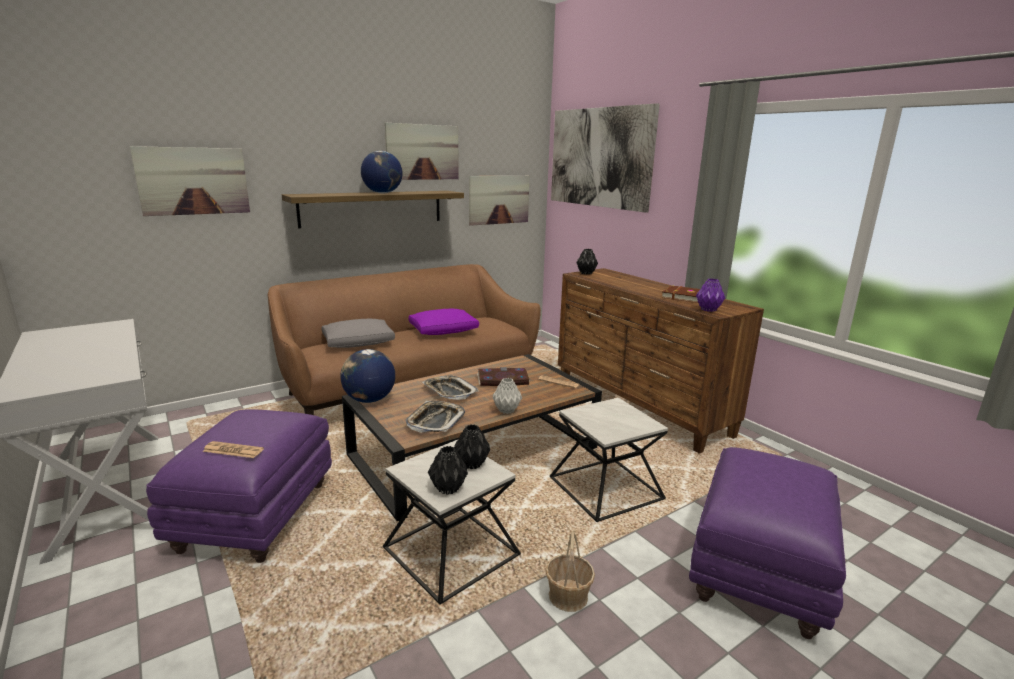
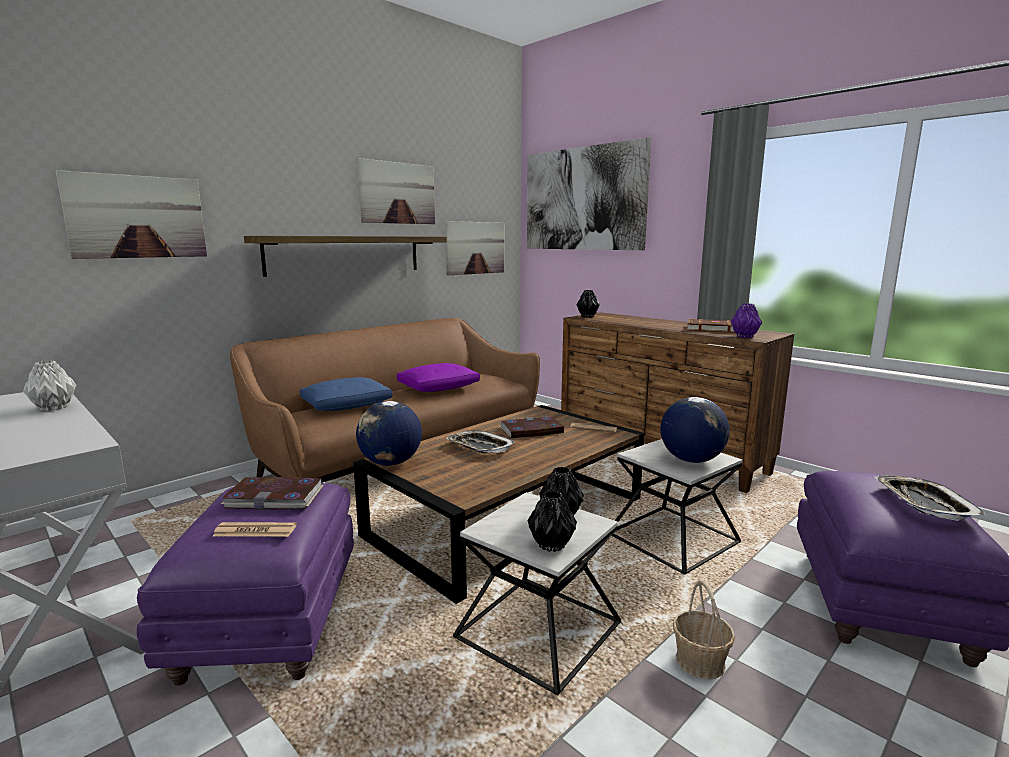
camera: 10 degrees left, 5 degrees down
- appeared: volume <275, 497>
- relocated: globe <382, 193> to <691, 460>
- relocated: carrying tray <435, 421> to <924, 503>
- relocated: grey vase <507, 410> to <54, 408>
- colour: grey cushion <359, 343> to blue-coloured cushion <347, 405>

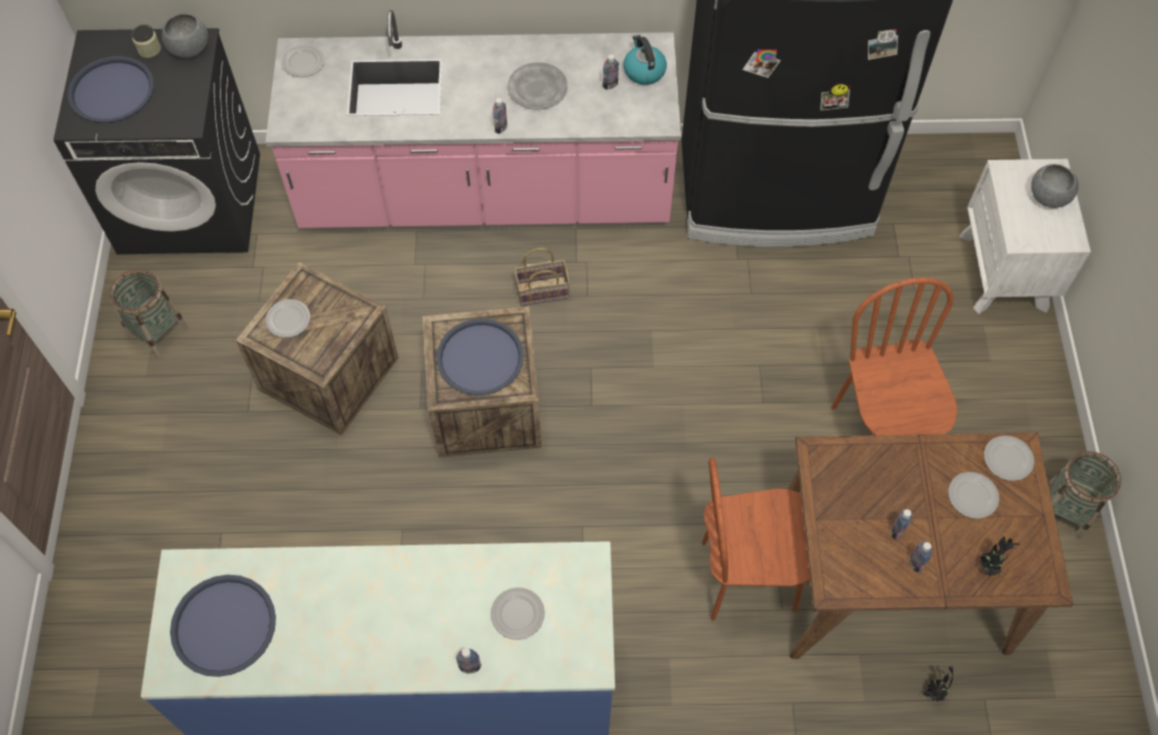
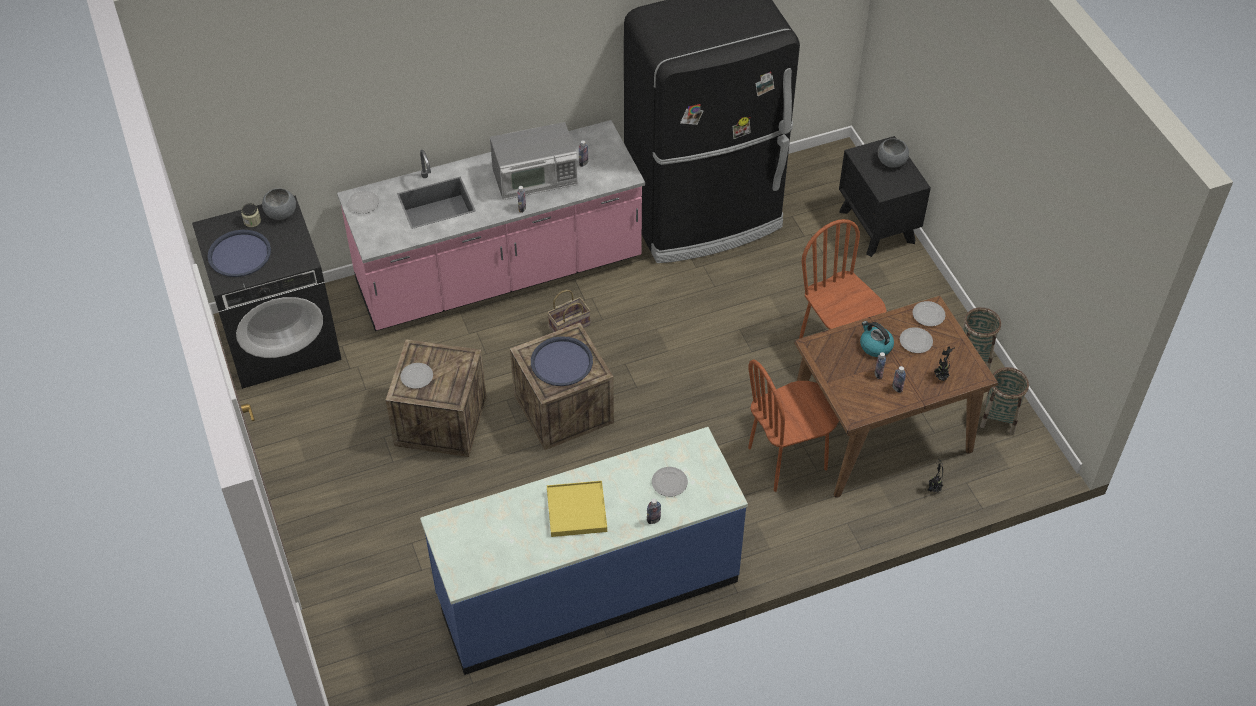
camera: 20 degrees left, 10 degrees down
- missing: blue-coloured carrying tray <223, 625>
- appeared: yellow-coloured carrying tray <576, 510>
- relocated: storage basket <157, 331> to <999, 418>
- relocated: kettle <643, 71> to <875, 346>
- exchanged: grey flat dish <538, 88> to microwave oven <535, 178>
- colour: white bedside table <1004, 272> to black bedside table <877, 226>

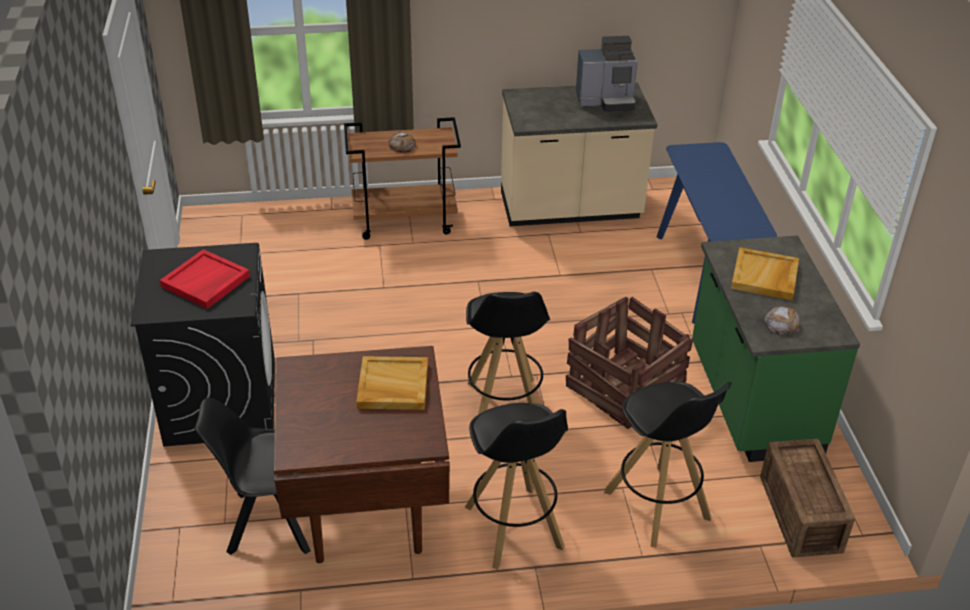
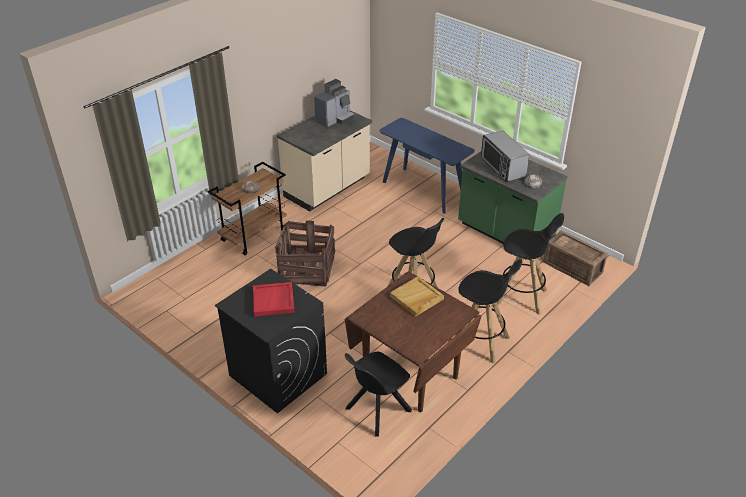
camera: 40 degrees left, 0 degrees up
- relocated: packing crate <625, 387> to <307, 269>
- exchanged: beige-coloured carrying tray <765, 277> to microwave oven <502, 167>

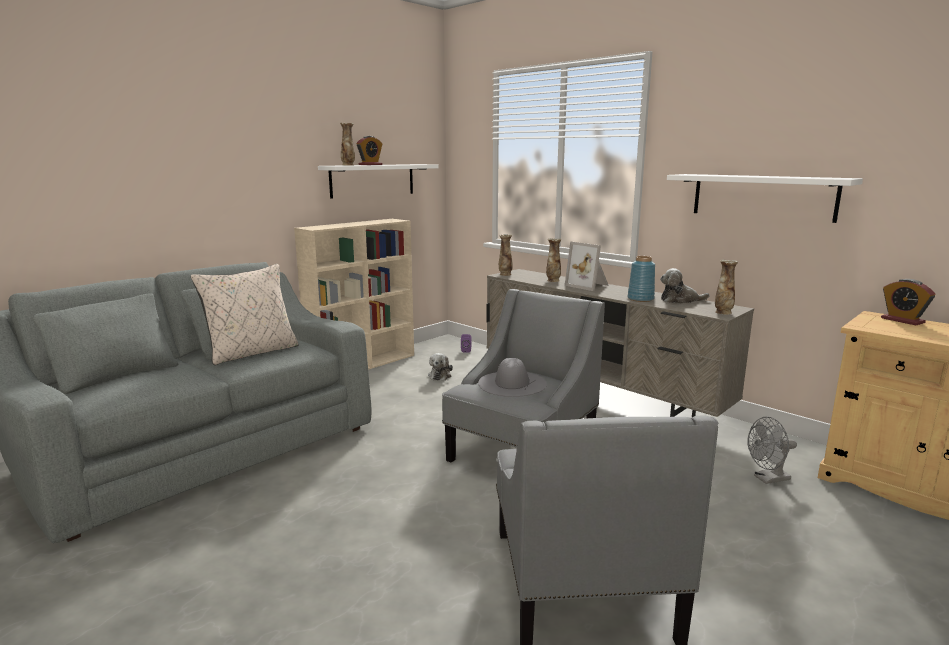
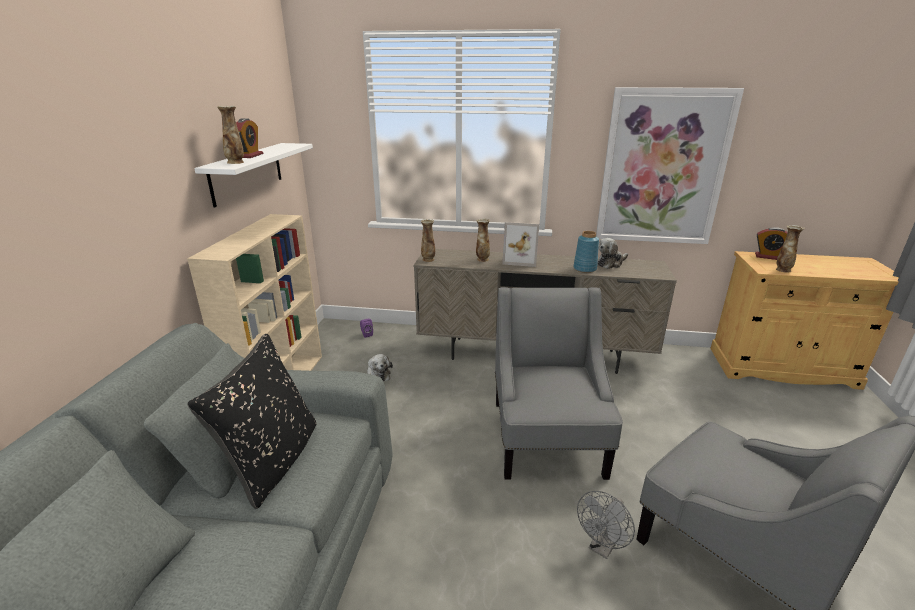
camera: 35 degrees left, 10 degrees up
- missing: grey wearable hat <512, 383>
- relocated: vase <723, 312> to <782, 270>
- relocated: grey electric fan <767, 479> to <602, 547>
- exchanged: white bracket shelf <762, 196> to wall picture <662, 168>
- colour: beige-coloured cushion <252, 352> to black cushion <274, 461>

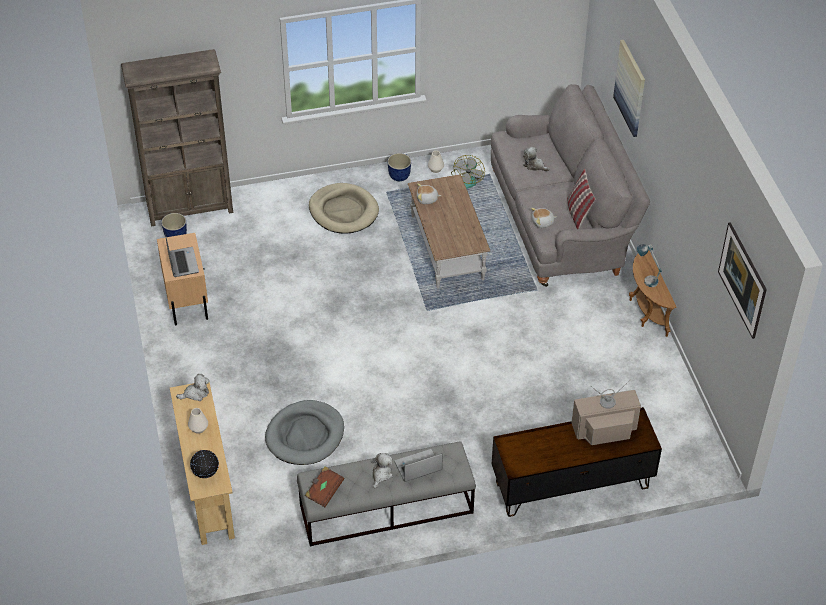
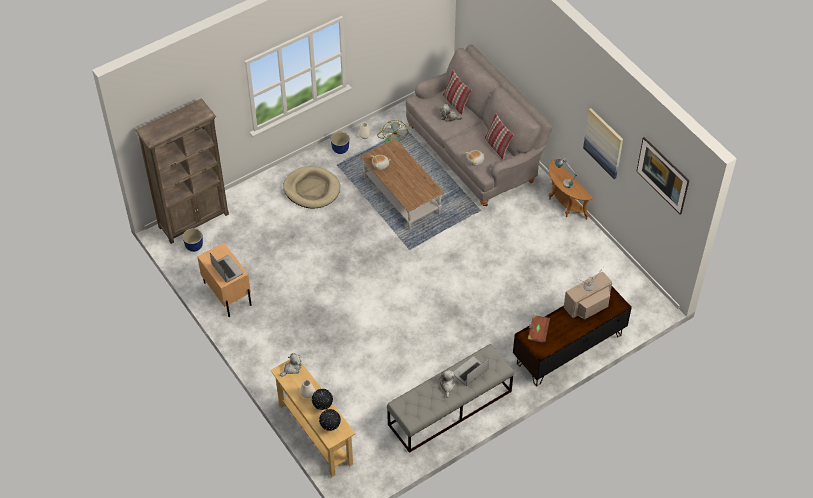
camera: 20 degrees left, 5 degrees up
- missing: grey dog cushion <305, 435>
- appeared: globe <322, 406>
- appeared: cushion <455, 103>
- relocated: brownish volume <324, 491> to <537, 332>
- relocated: wall picture <630, 88> to <604, 143>

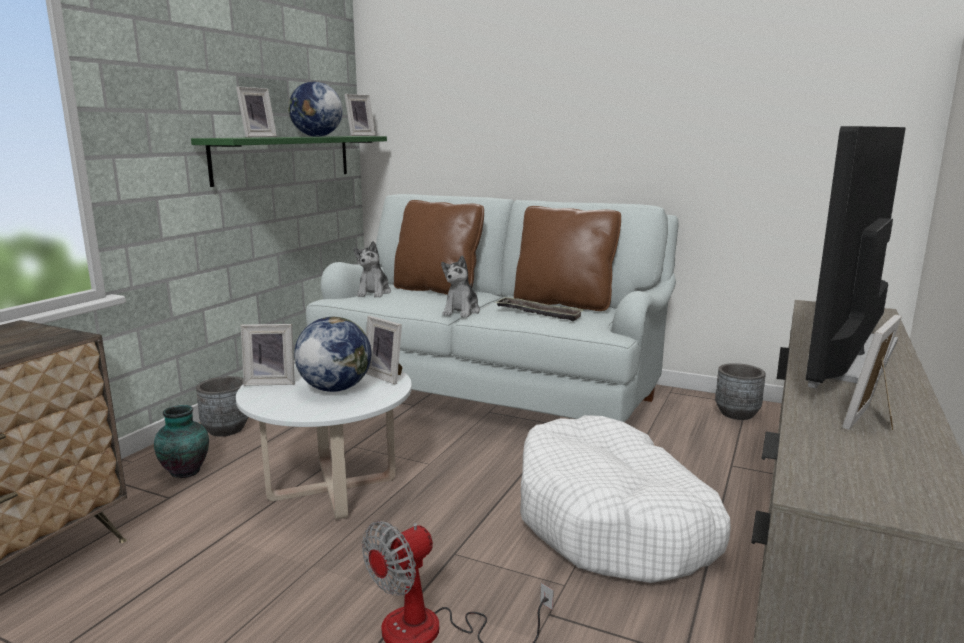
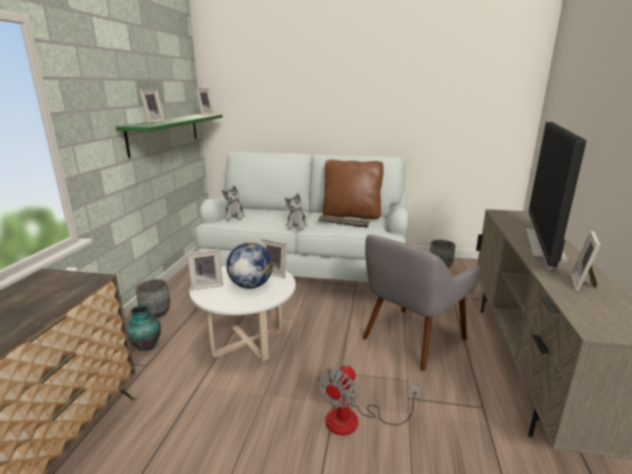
camera: 15 degrees left, 5 degrees up
- missing: globe <316, 136>
- missing: brownish cushion <438, 290>
- exchanged: white dog cushion <613, 521> to grey lounge chair <412, 338>

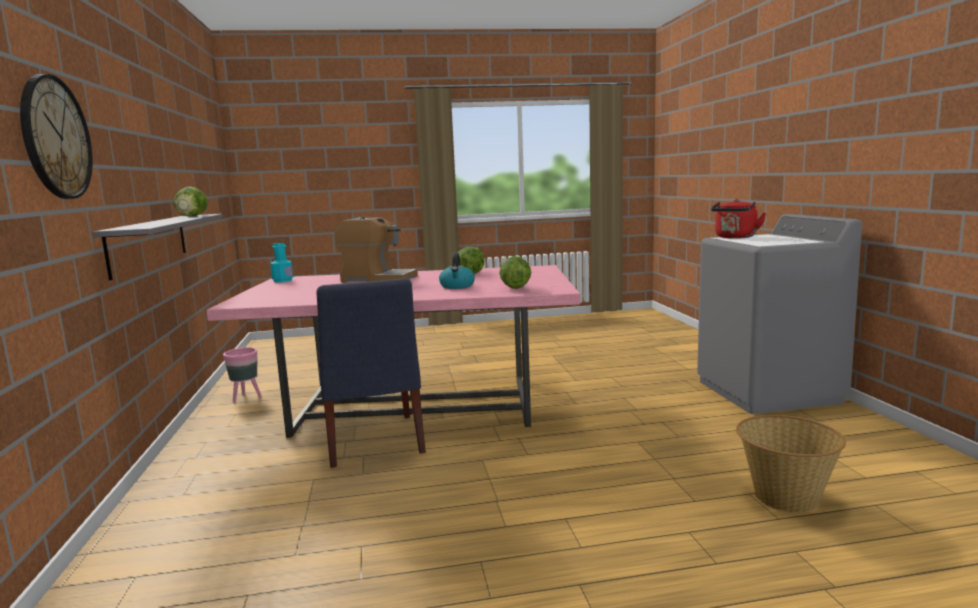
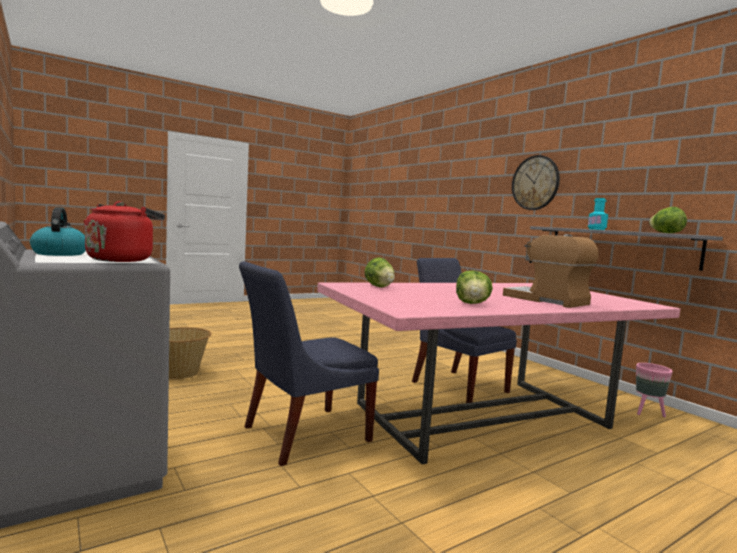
camera: 155 degrees right, 5 degrees down
- appeared: blue-coloured chair <301, 435>
- relocated: turquoise bottle <283, 280> to <596, 229>
- relocated: kettle <457, 286> to <59, 253>
- spun: coffee maker <377, 279> = <547, 300> 60 degrees clockwise

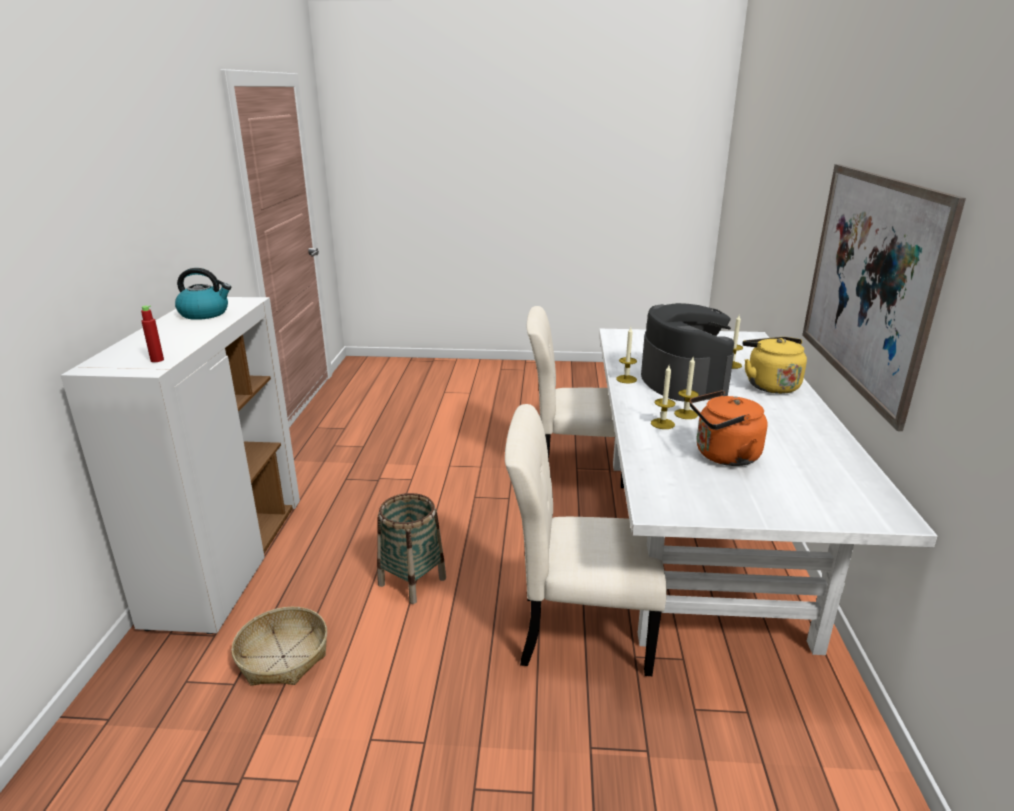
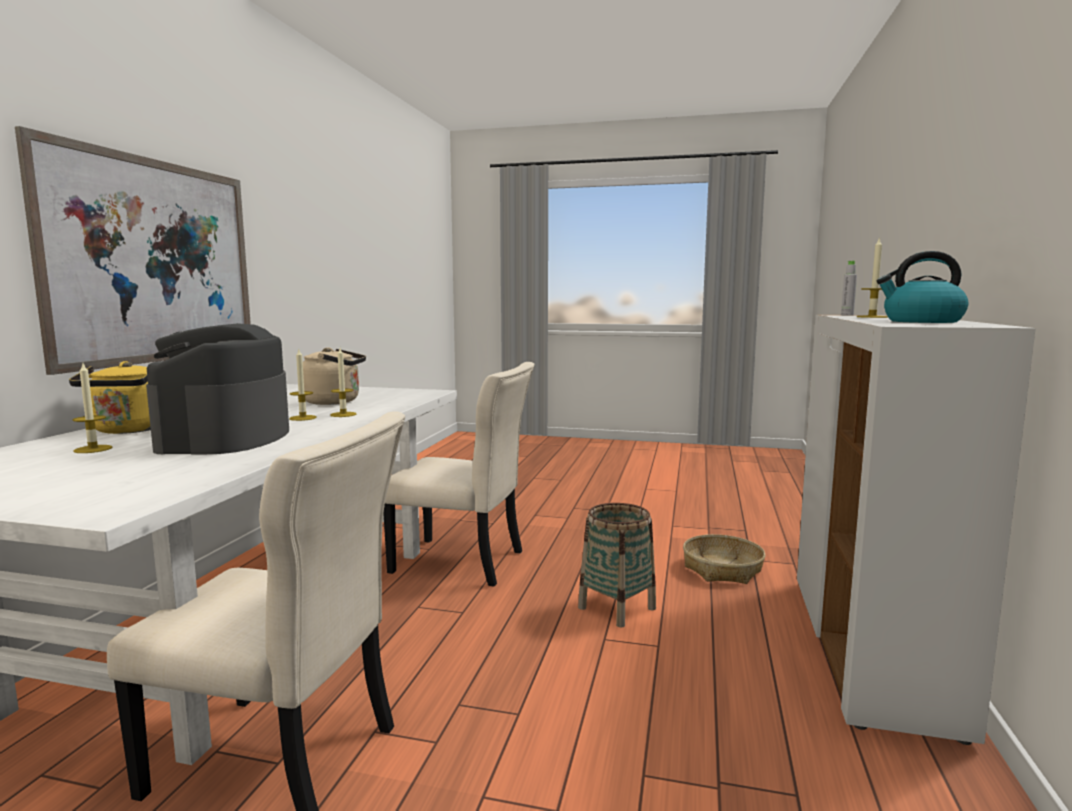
camera: 170 degrees left, 15 degrees down
- relocated: wax candle <626, 379> to <872, 317>
- colour: red-coloured bottle <157, 360> to grey bottle <847, 315>
- colour: orange kettle <723, 456> to beige-coloured kettle <335, 402>

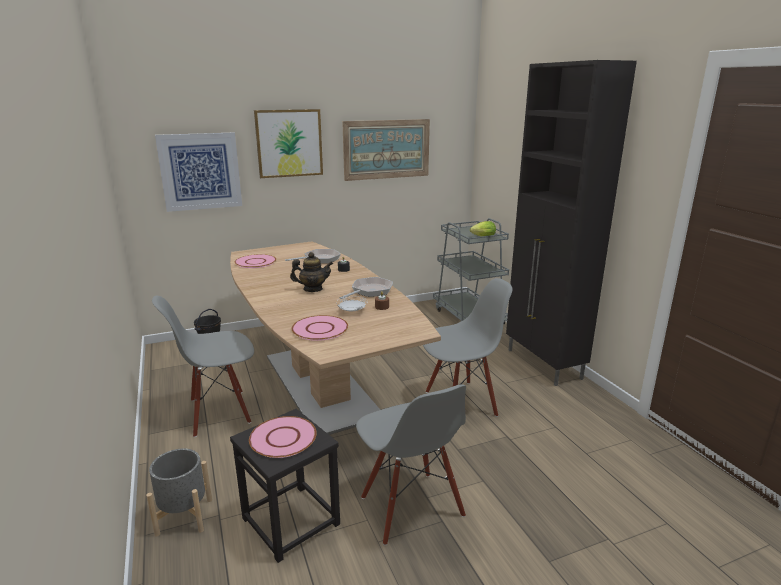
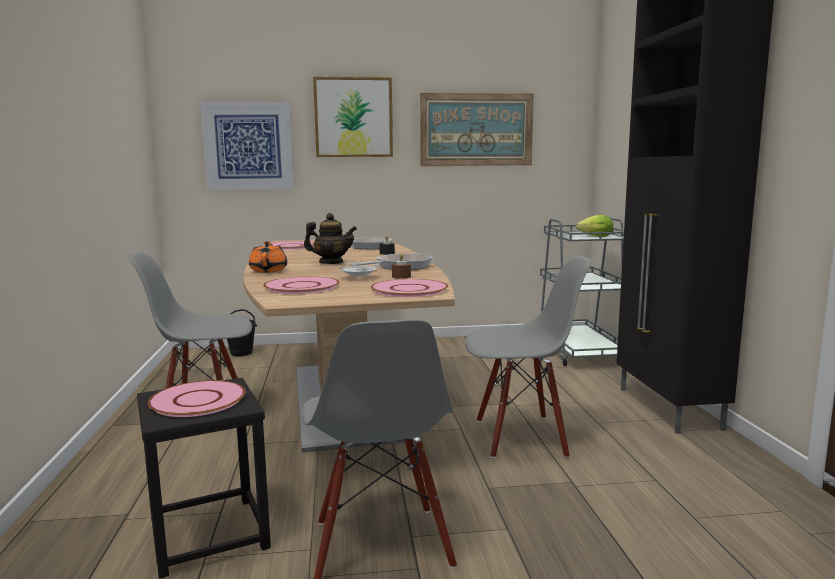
camera: 15 degrees right, 10 degrees down
- missing: grey flower pot <184, 516>
- appeared: orange pot for tea <268, 270>
- appeared: pink flat dish <409, 289>

